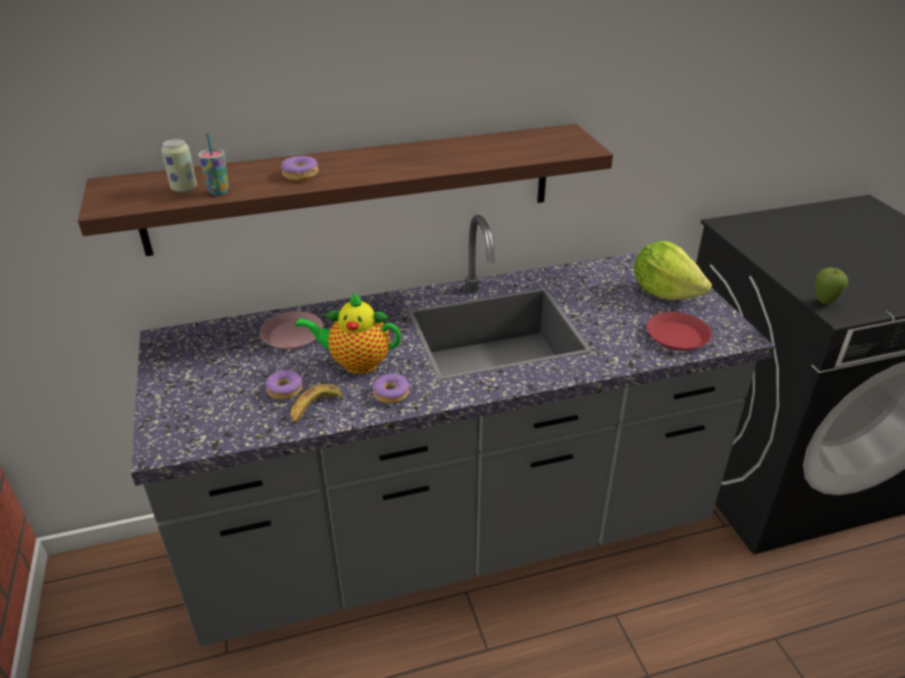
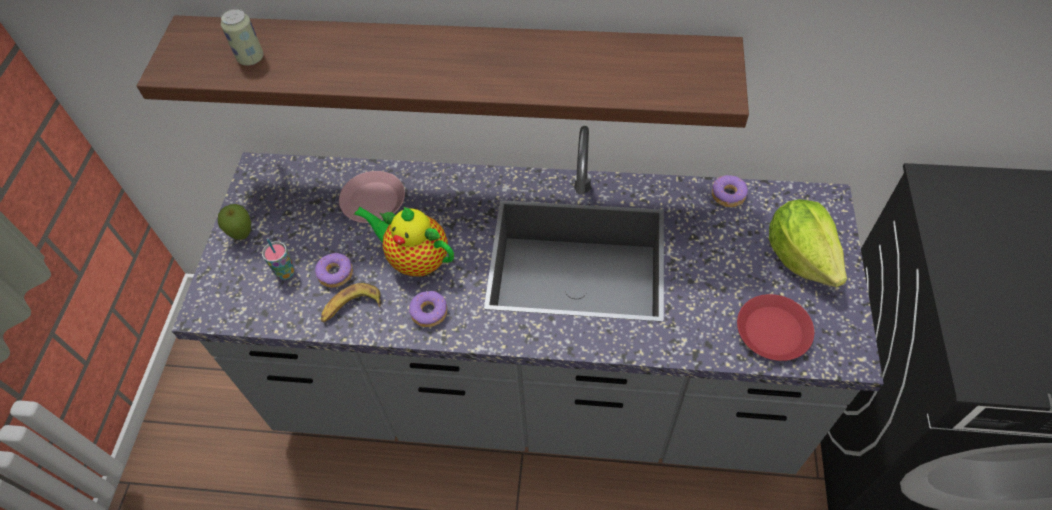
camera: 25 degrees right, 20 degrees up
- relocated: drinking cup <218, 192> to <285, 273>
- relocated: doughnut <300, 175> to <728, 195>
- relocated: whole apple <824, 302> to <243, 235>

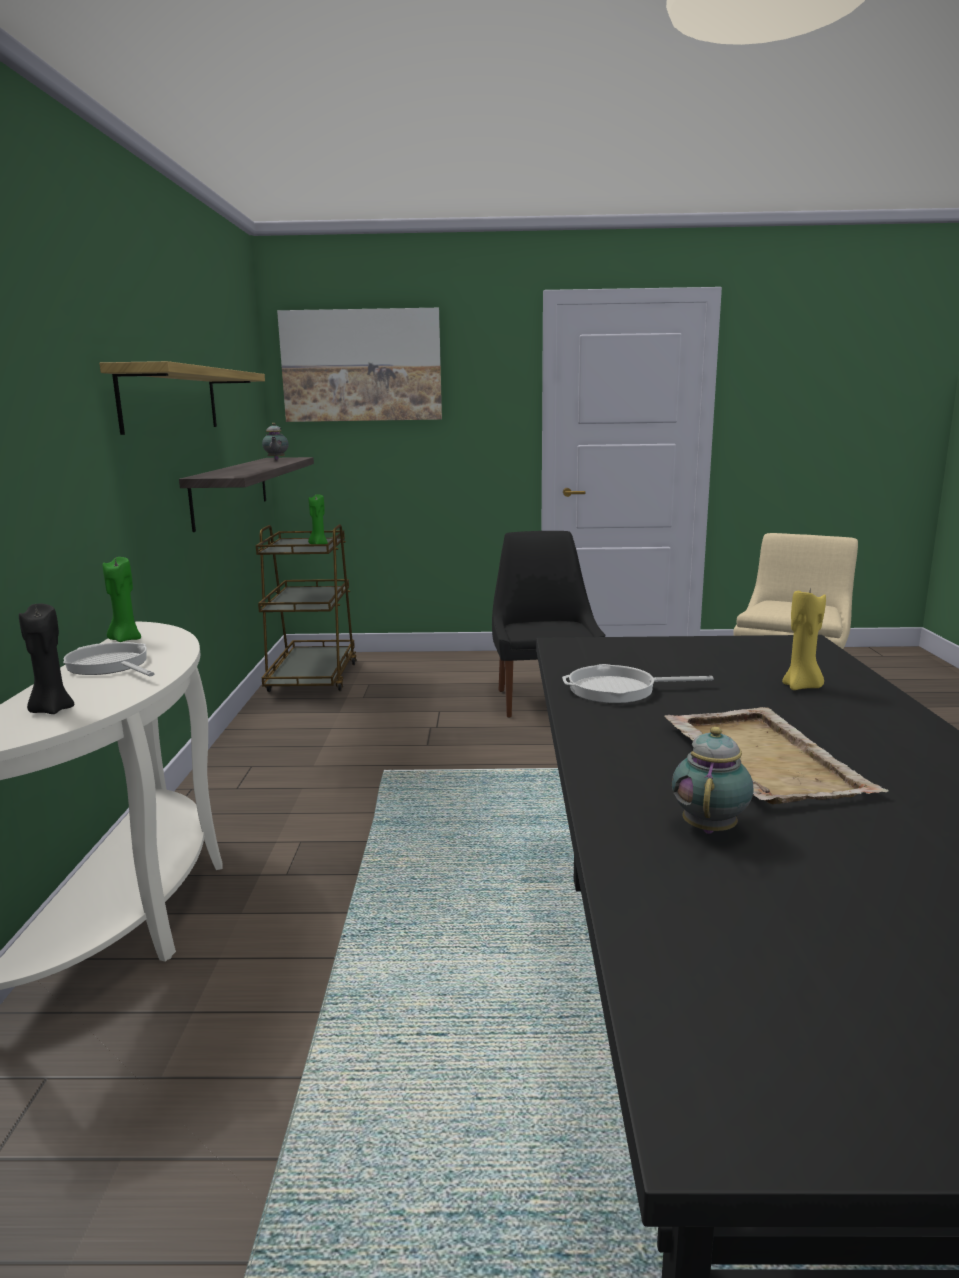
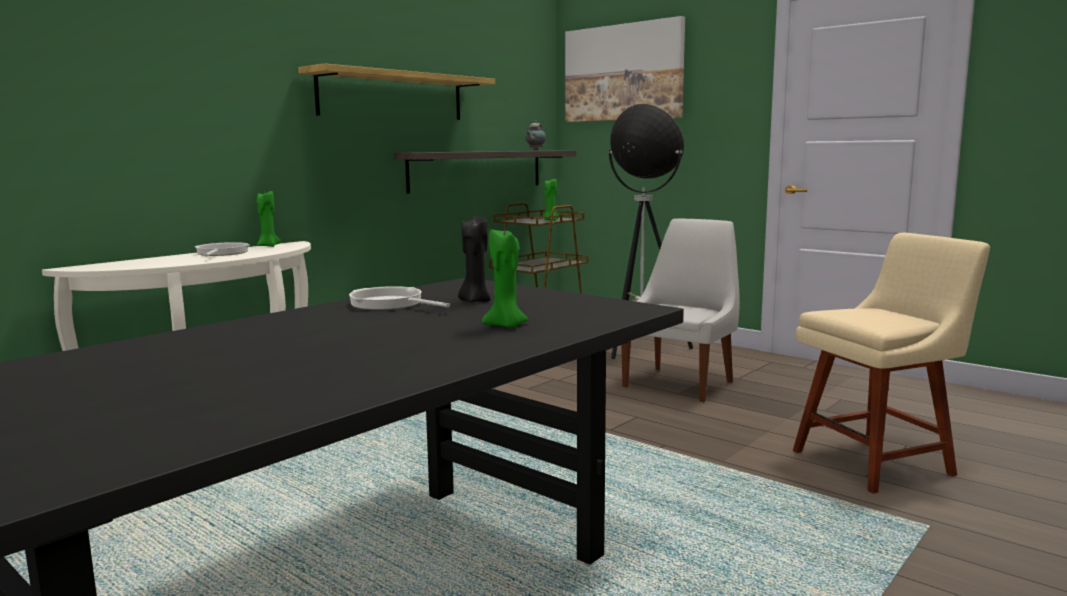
camera: 40 degrees right, 5 degrees down
- missing: beige-coloured carrying tray <762, 758>
- missing: pot for tea <710, 827>
- appeared: standard lamp <639, 348>
- relocated: black wax candle <51, 710> to <475, 301>
- colour: black chair <544, 700> to white chair <680, 383>
- colour: yellow-coloured wax candle <801, 687> to green-coloured wax candle <506, 326>

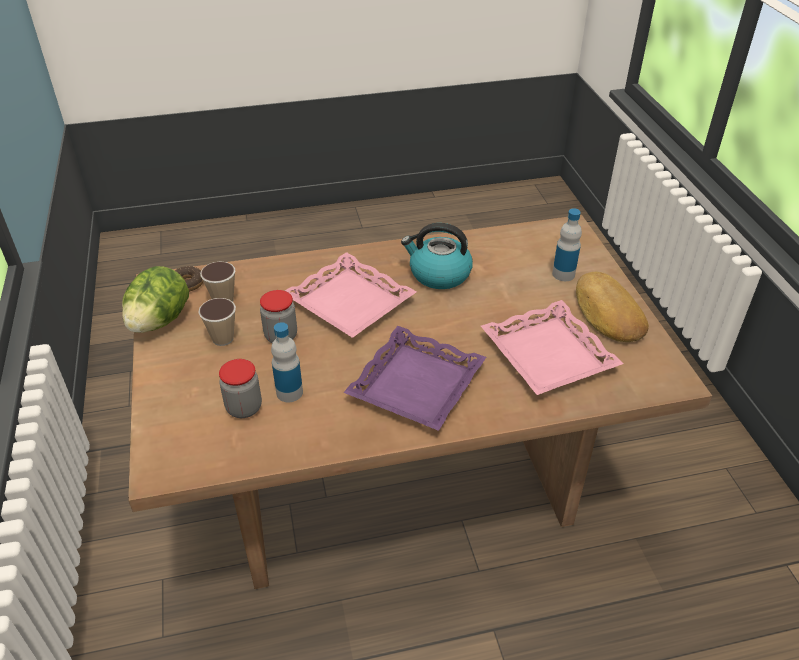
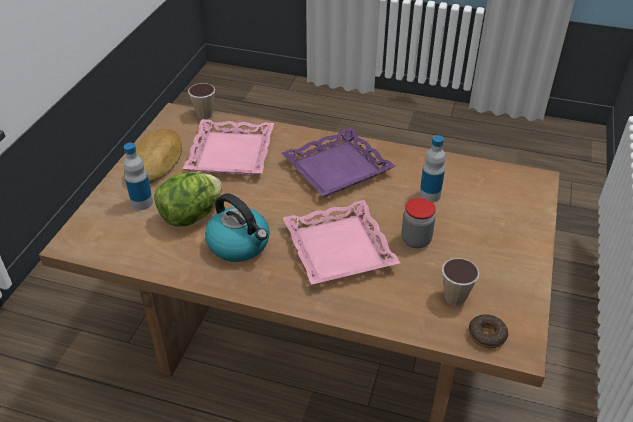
camera: 150 degrees left, 0 degrees up
- missing: preserve jar <244, 408>
- relocated: head of lettuce <159, 321> to <191, 216>
- relocated: drinking cup <223, 338> to <204, 115>

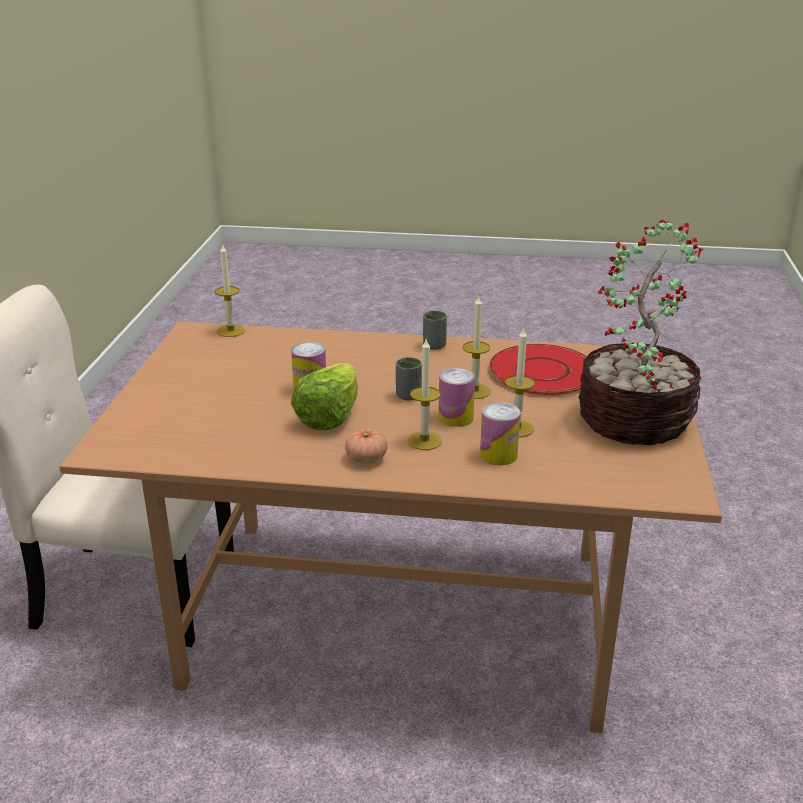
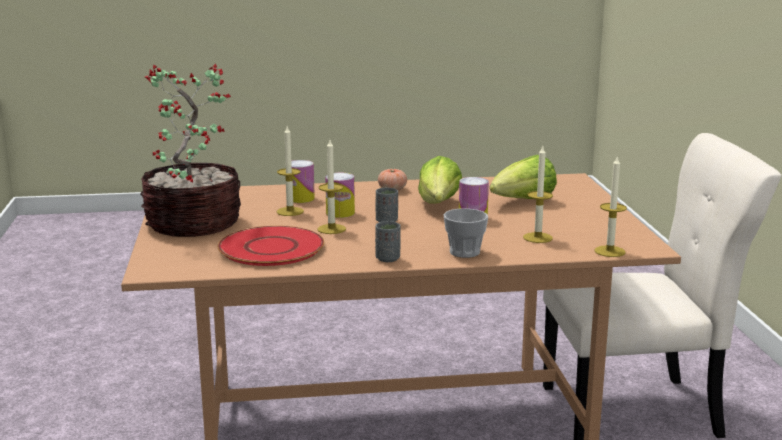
camera: 165 degrees right, 10 degrees down
- appeared: drinking cup <464, 252>
- appeared: head of lettuce <523, 202>
- relocated: wax candle <424, 440> to <537, 237>

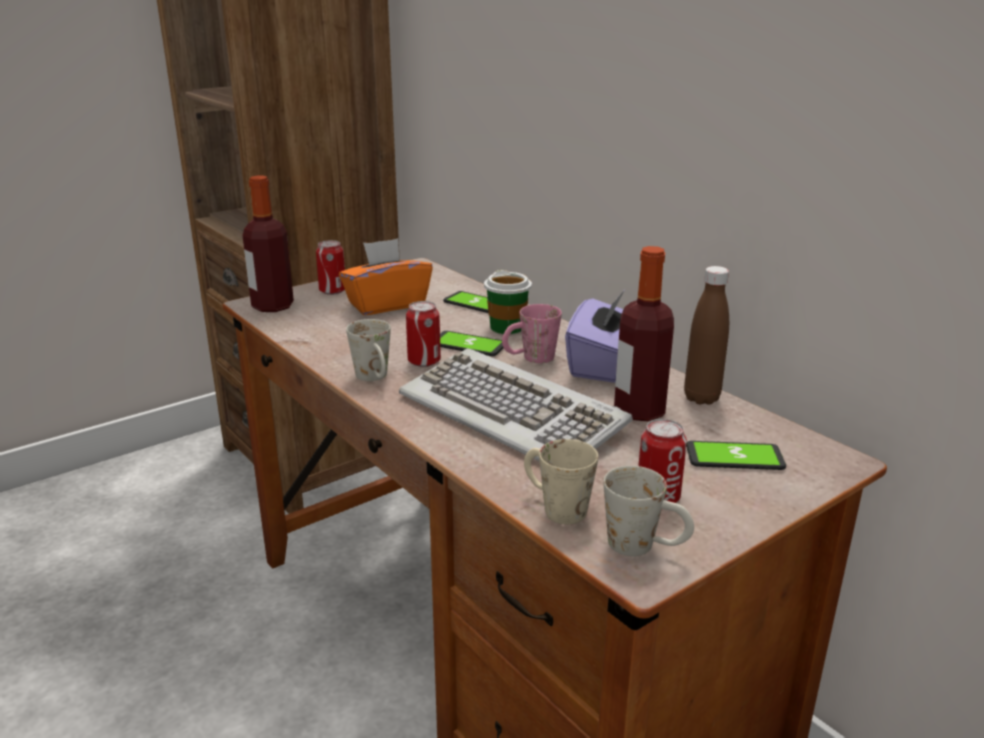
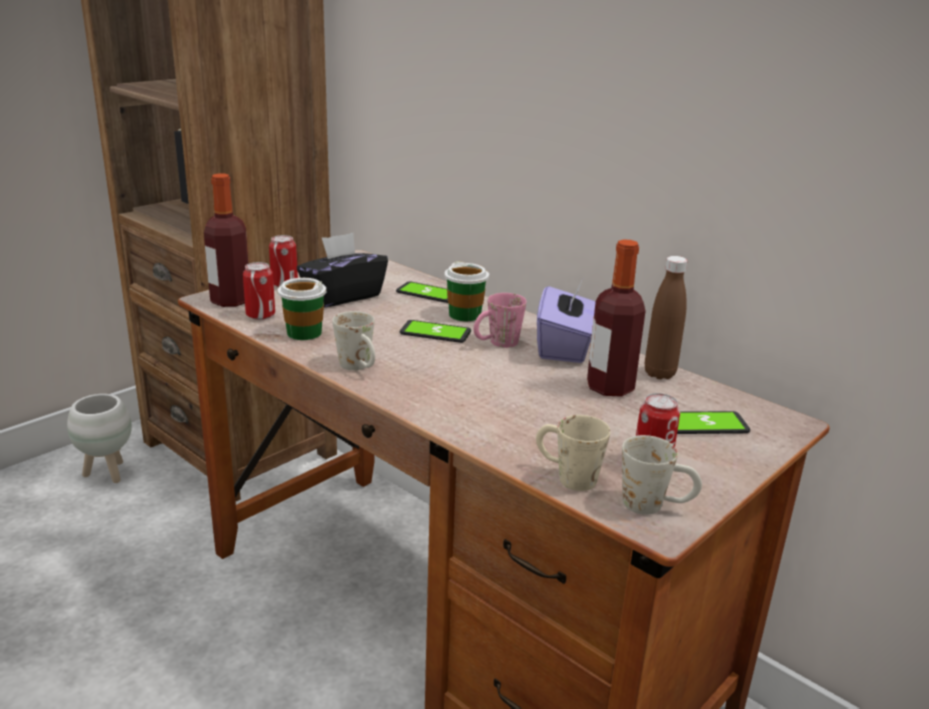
camera: 10 degrees left, 0 degrees up
- missing: PC keyboard <513, 414>
- appeared: white flower pot <108, 474>
- appeared: drinking cup <304, 333>
- relocated: sealed can <424, 361> to <260, 315>
- colour: orange tissue holder <386, 304> to black tissue holder <342, 296>

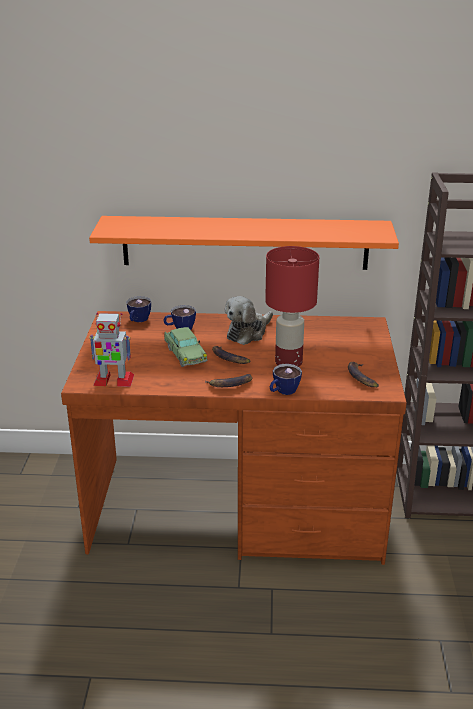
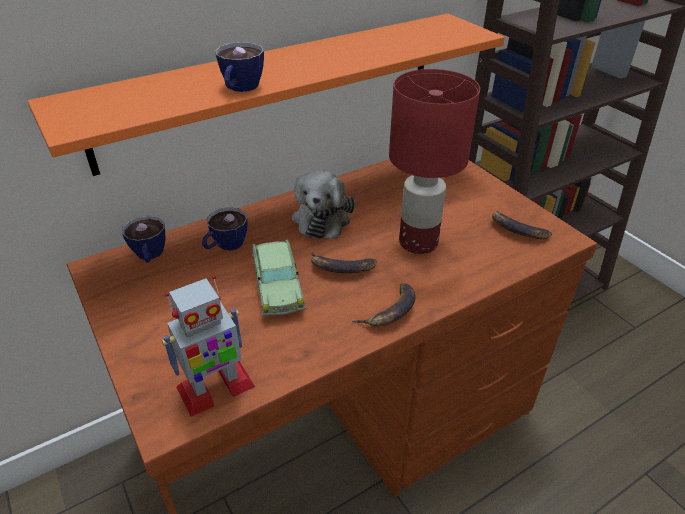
camera: 35 degrees left, 10 degrees up
- relocated: drinking cup <283, 391> to <240, 89>
- spun: miniature car <185, 354> = <277, 287> 45 degrees clockwise

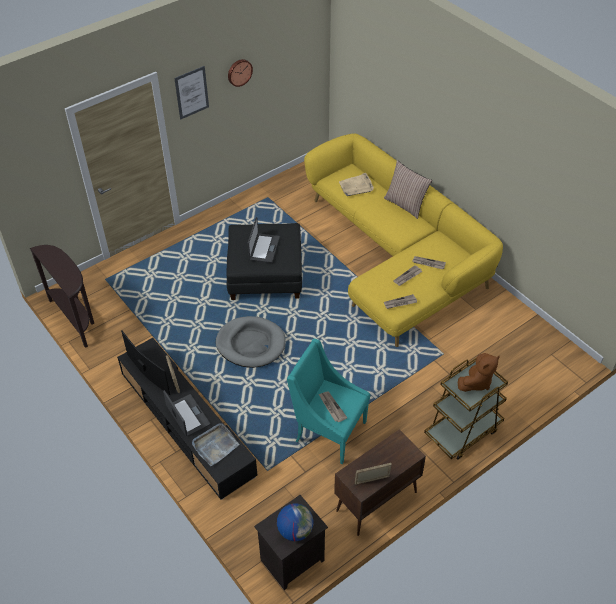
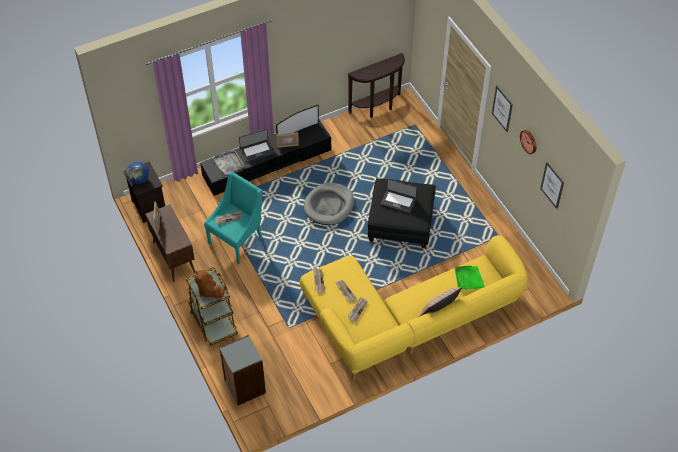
camera: 100 degrees right, 5 degrees up
- appeared: grey bookcase <244, 387>
- appeared: wall picture <552, 185>
- colour: beige-coloured carrying tray <356, 186> to green-coloured carrying tray <468, 279>

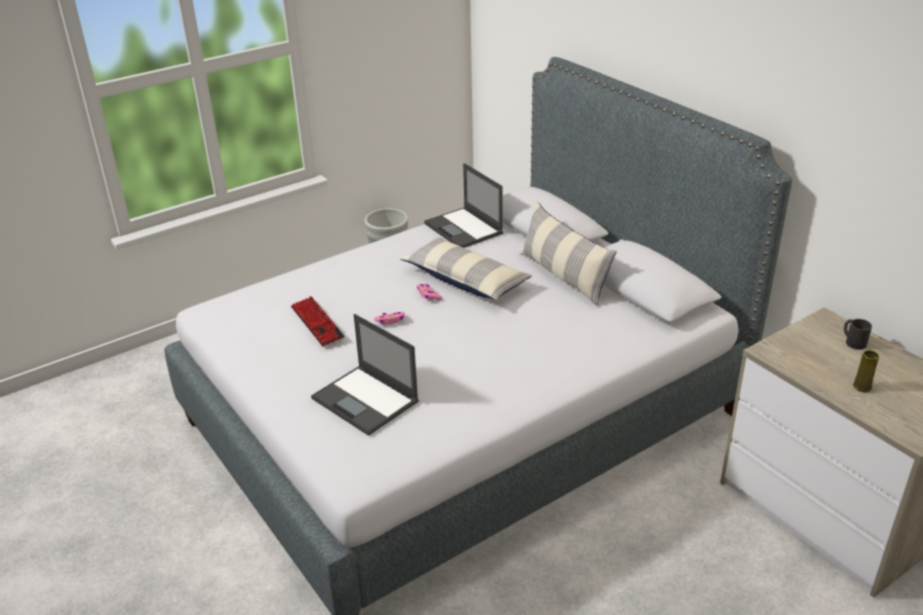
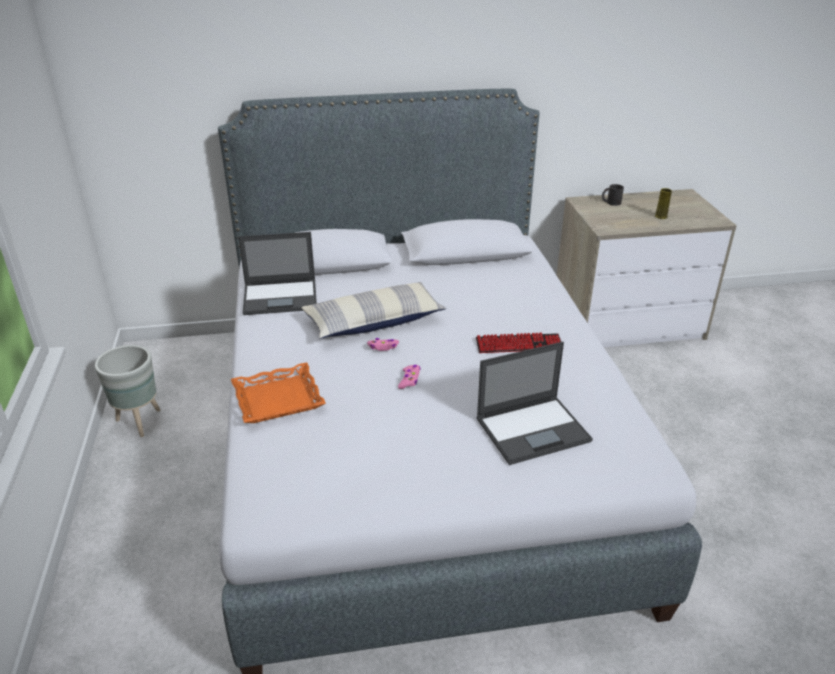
camera: 65 degrees left, 0 degrees up
- missing: cushion <563, 276>
- appeared: orange carrying tray <278, 399>
- relocated: PC keyboard <317, 322> to <519, 345>

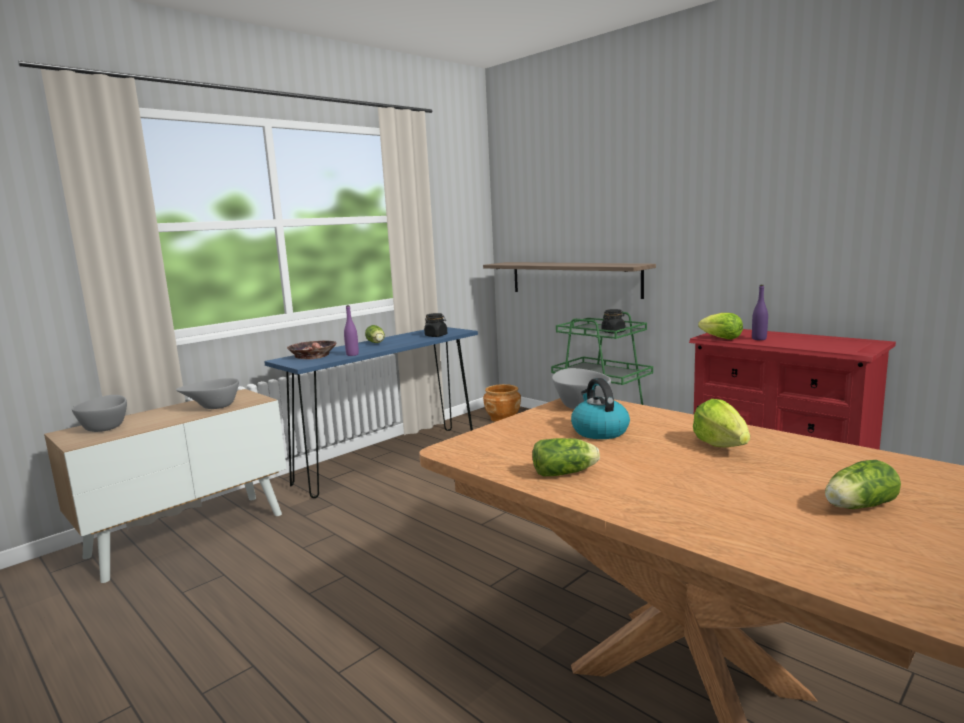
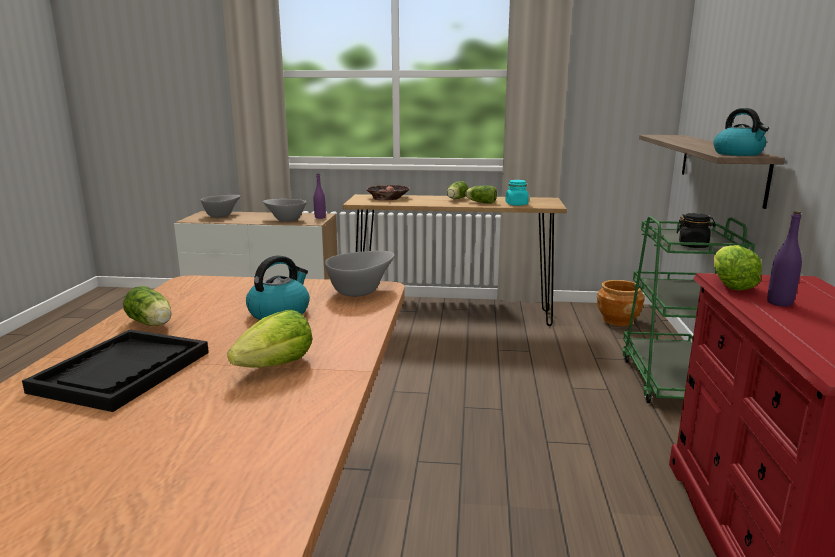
camera: 50 degrees right, 5 degrees up
- appeared: black carrying tray <123, 372>
- appeared: kettle <738, 154>
- relocated: purple bottle <352, 354> to <320, 217>
- relocated: head of lettuce <857, 506> to <480, 202>
- colour: blue-coloured console table <389, 460> to brownish console table <451, 315>
- colour: black preserve jar <436, 335> to turquoise preserve jar <516, 204>

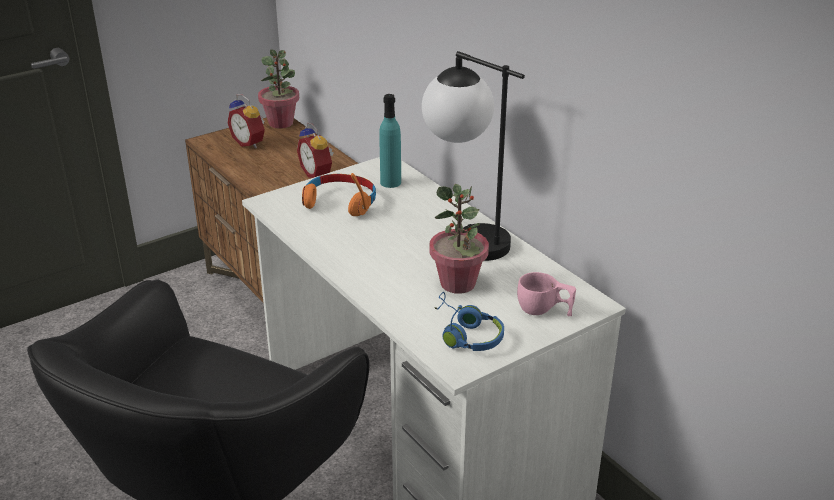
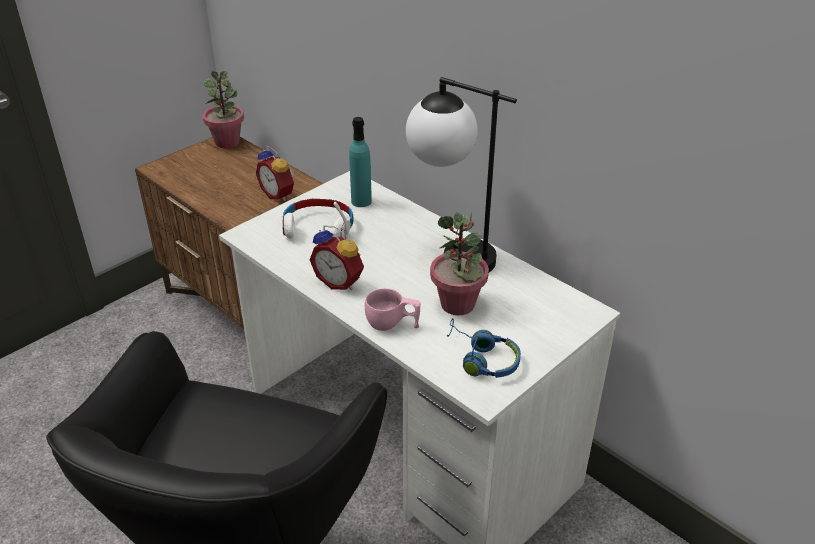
camera: 10 degrees left, 5 degrees up
- relocated: alarm clock <250, 143> to <340, 281>
- relocated: pink drinking cup <544, 311> to <392, 324>
- colour: orange pair of headphones <340, 202> to white pair of headphones <318, 228>

